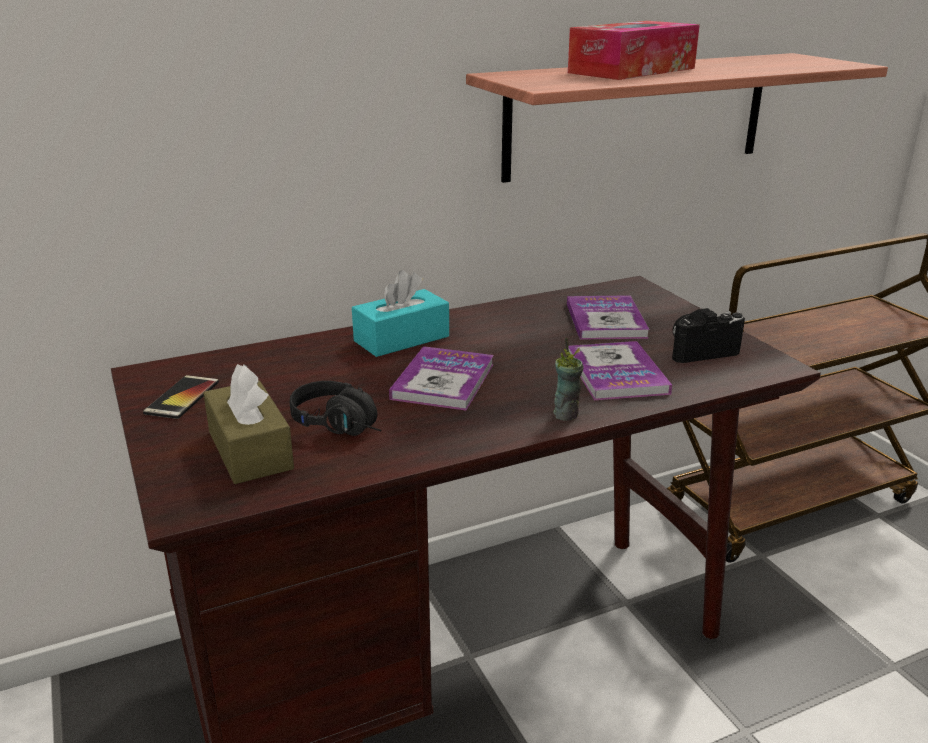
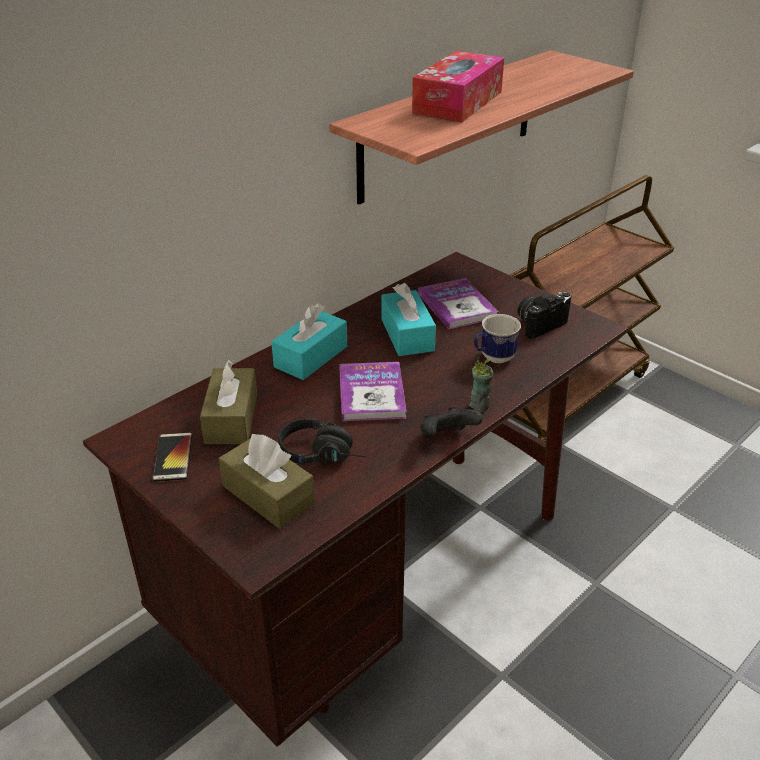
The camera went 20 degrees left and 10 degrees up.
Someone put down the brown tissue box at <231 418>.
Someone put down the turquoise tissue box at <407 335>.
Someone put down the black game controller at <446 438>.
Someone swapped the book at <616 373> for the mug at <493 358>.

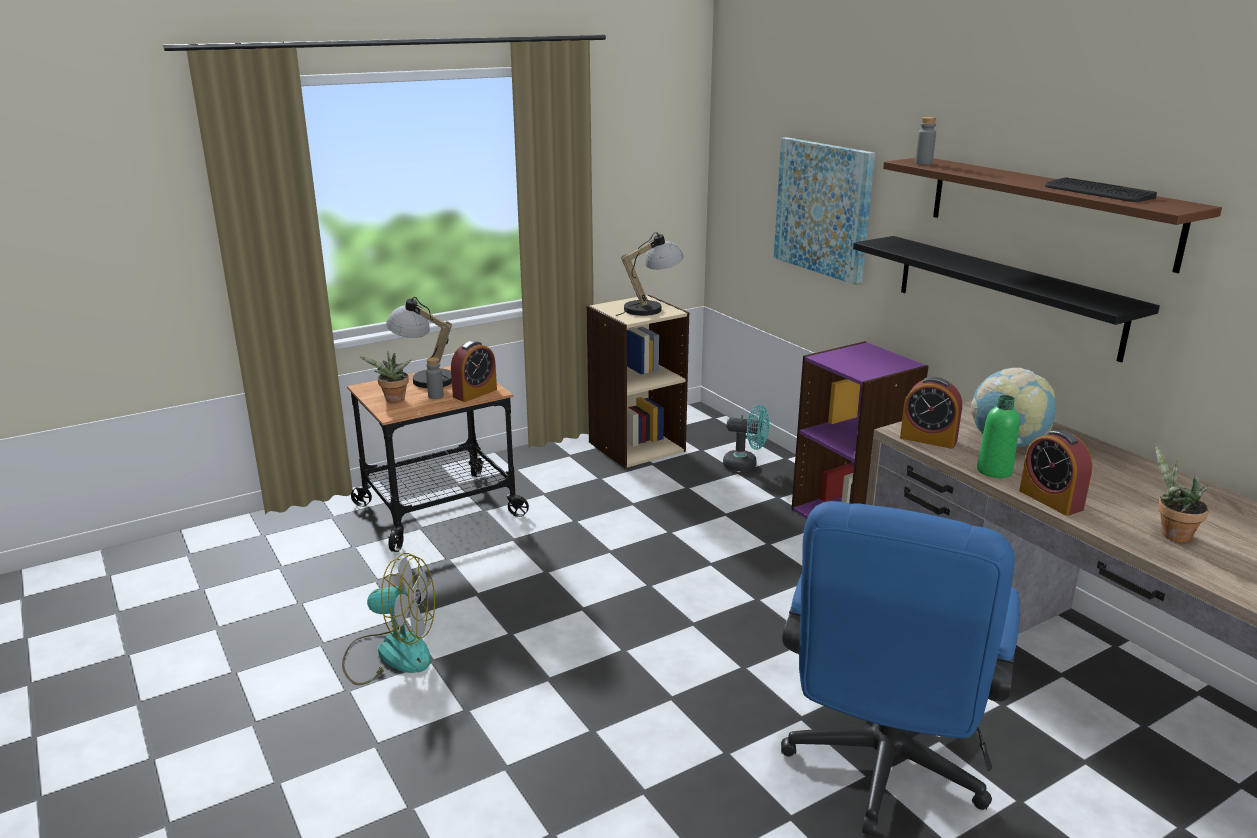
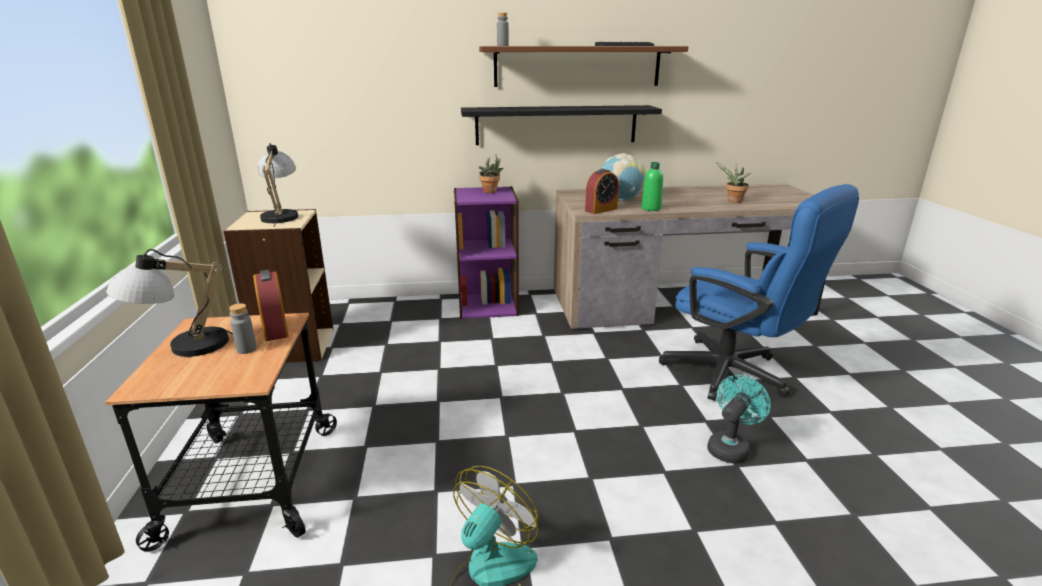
The camera went 65 degrees left and 0 degrees up.
Someone took away the picture at <823 208>.
Someone took away the alarm clock at <1051 500>.
Someone carried the potted plant from <393 400> to <491 191>.
Someone carried the turquoise fan from <745 465> to <730 447>.

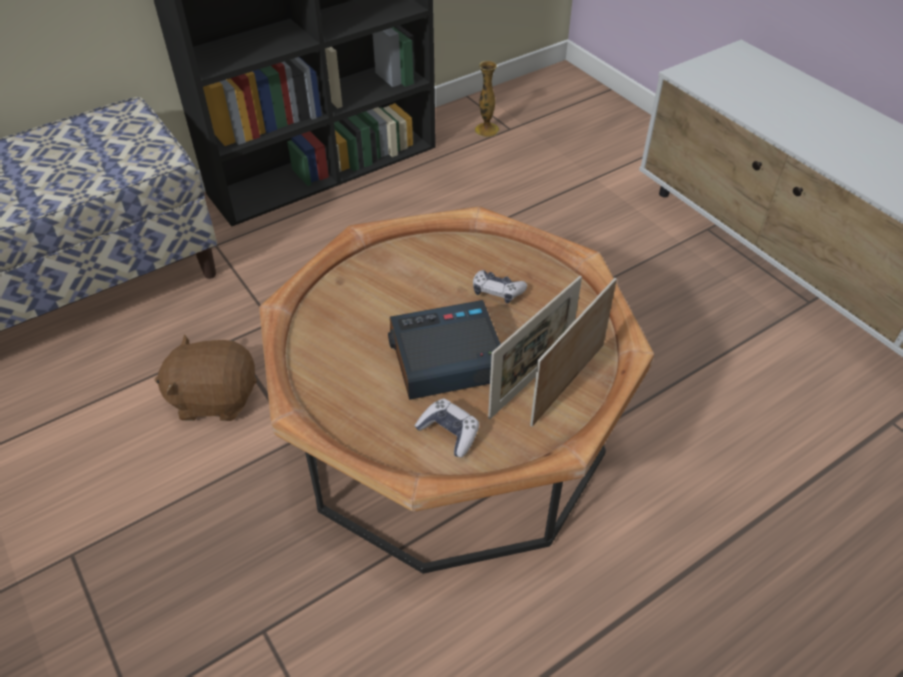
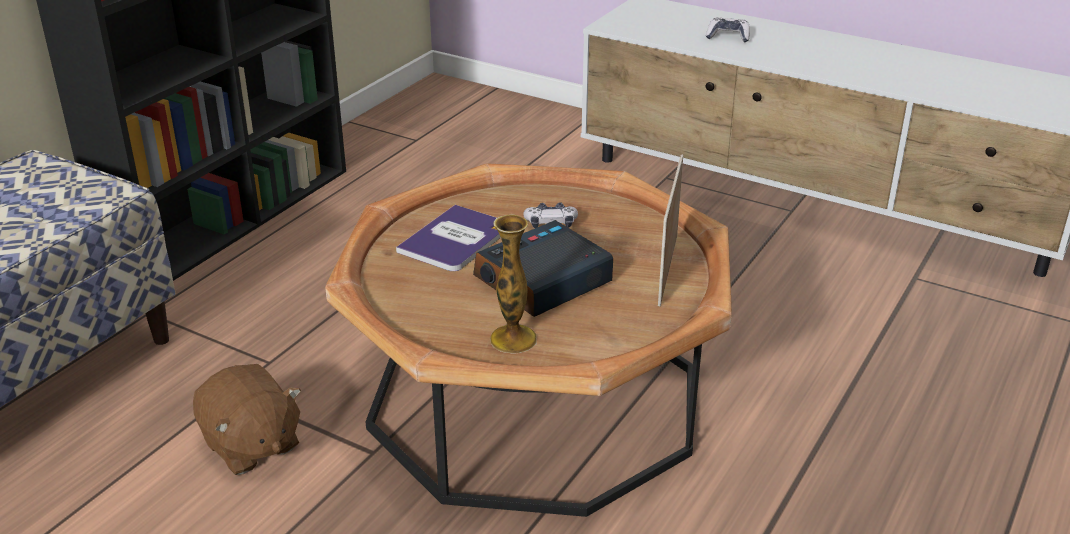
The camera went 25 degrees left and 15 degrees down.
Someone took away the picture frame at <531 379>.
Someone put down the book at <455 240>.
Someone carried the game controller from <449 432> to <728 36>.
Someone carried the vase from <486 130> to <513 339>.
Someone rotated the brown plush toy at <214 398> by 105 degrees counterclockwise.

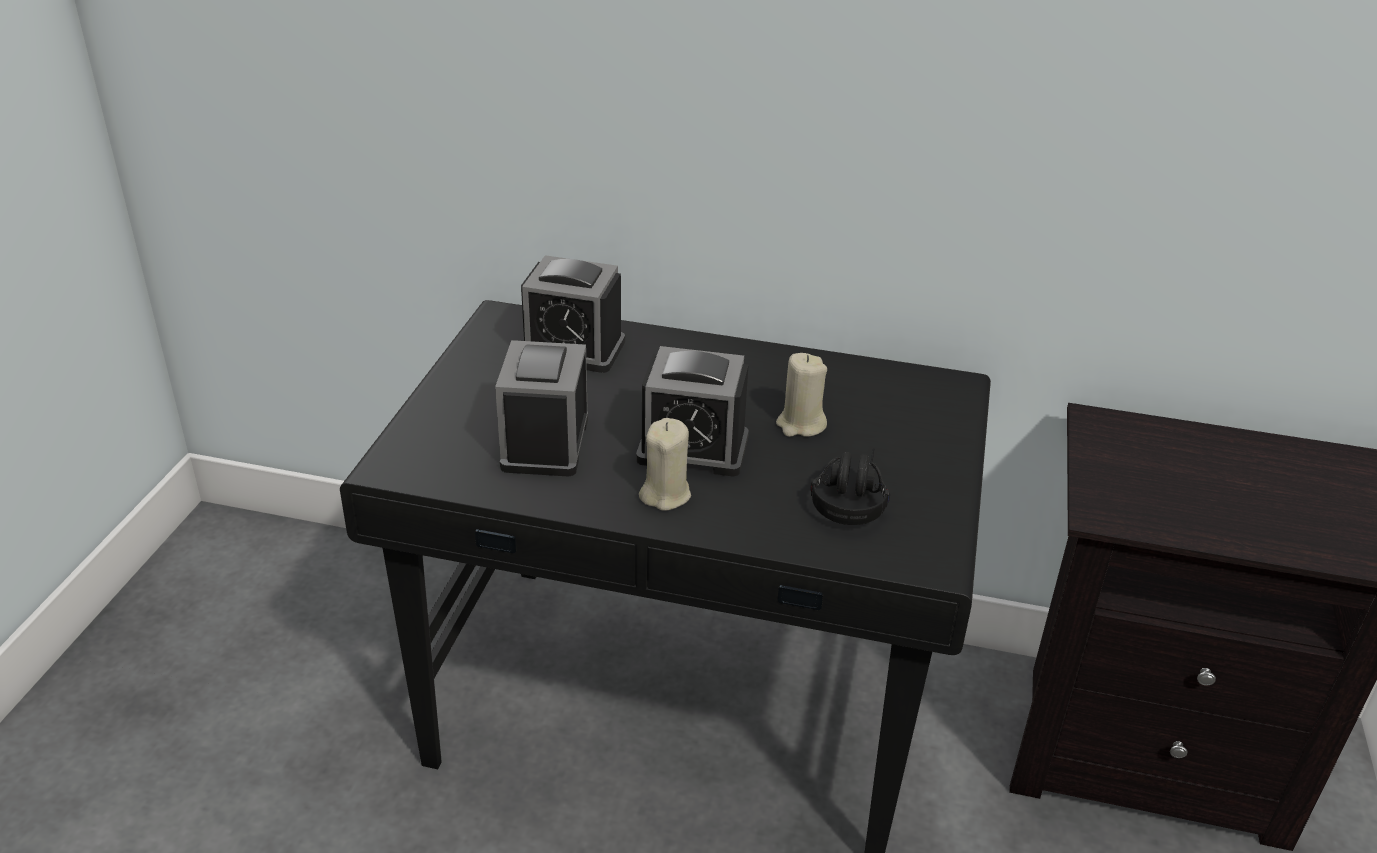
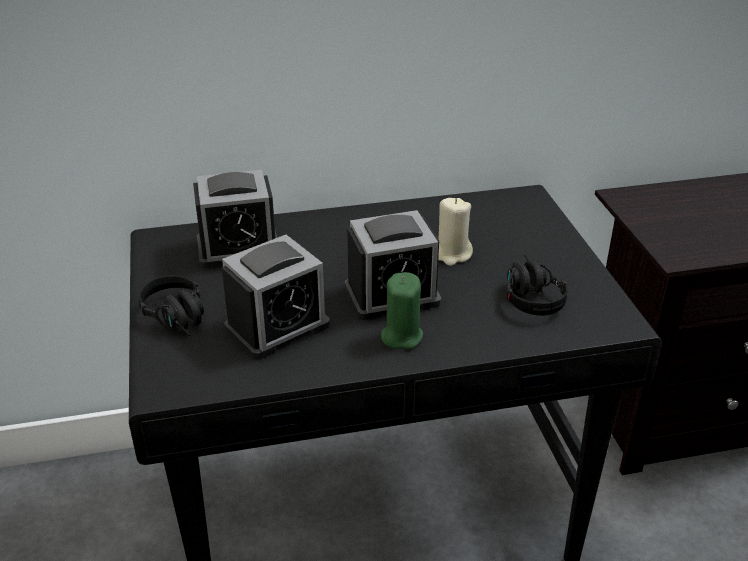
The camera went 25 degrees left and 0 degrees up.
Someone put down the black headphones at <180 319>.
Someone repainted the beige candle at <665 494>, which became the green candle at <401 336>.
Someone rotated the alarm clock at <545 443> by 105 degrees counterclockwise.

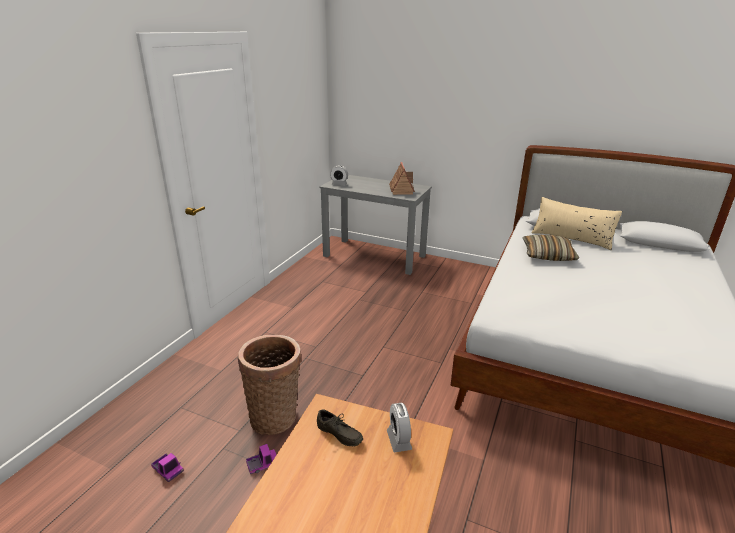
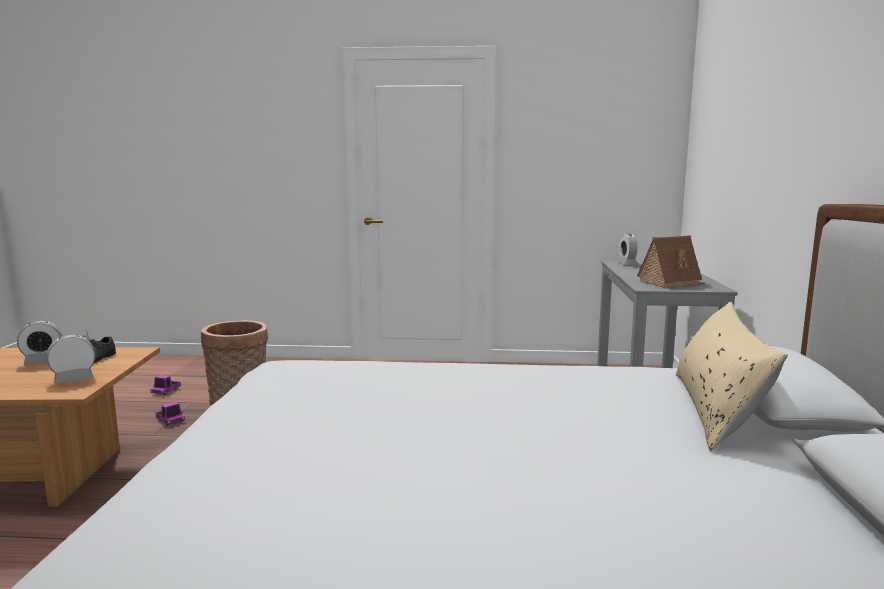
The camera went 70 degrees right and 15 degrees down.
Someone took away the pillow at <548 255>.
Someone put down the alarm clock at <43 362>.

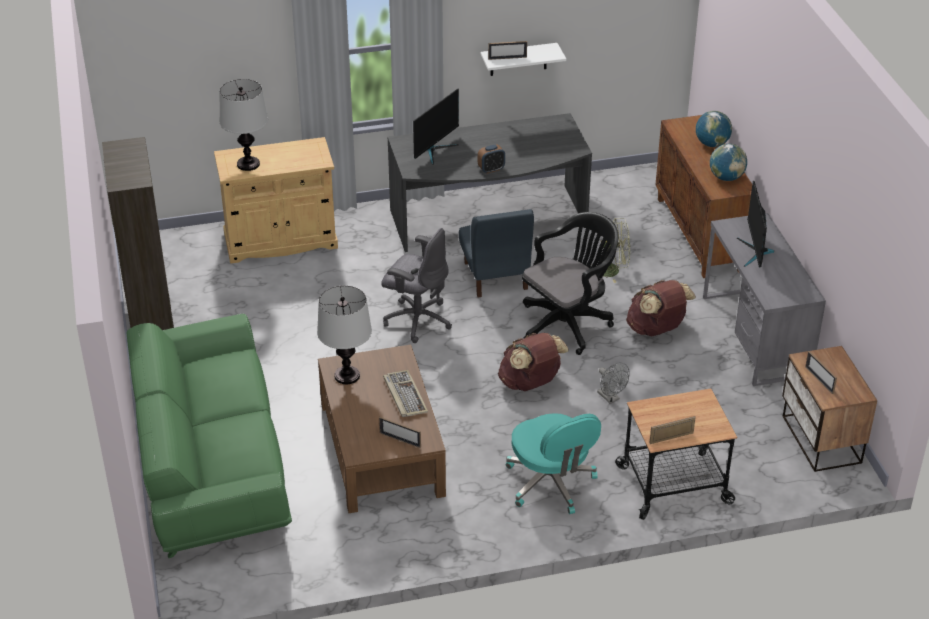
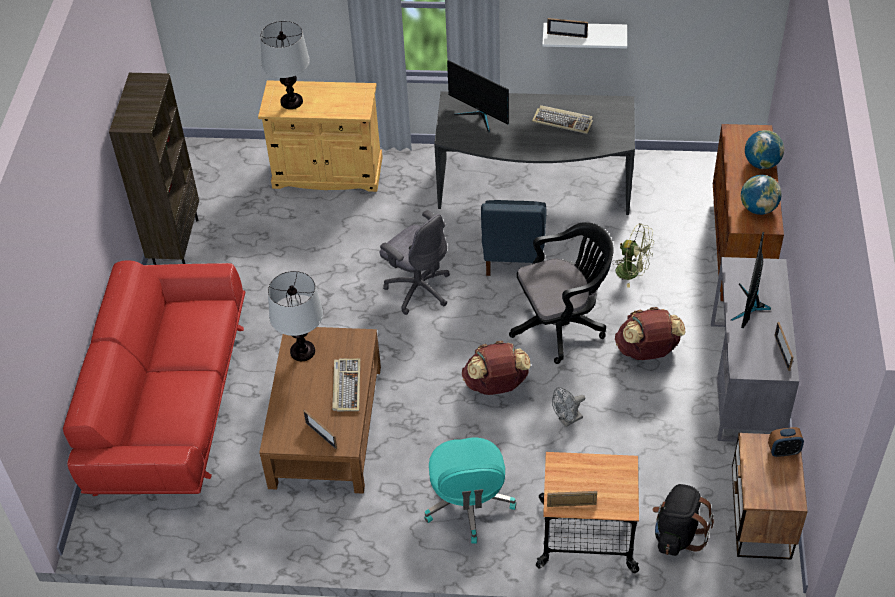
The camera went 20 degrees right and 10 degrees up.
Someone put down the keyboard at <563 121>.
Someone put down the black backpack at <677 534>.
Someone carried the alarm clock from <491 169> to <783 451>.
Someone carried the picture frame from <819 380> to <782 352>.
Someone repainted the green sofa at <211 462>, which became the red sofa at <169 402>.
Someone rotated the monitor at <435 150> by 75 degrees clockwise.
Someone rotated the grey fan at <610 398> by 75 degrees clockwise.

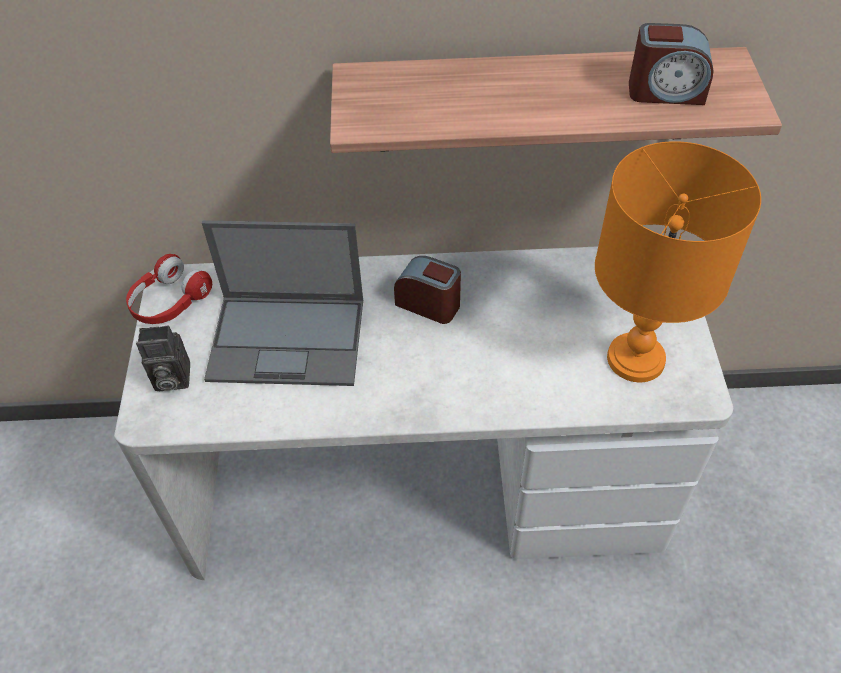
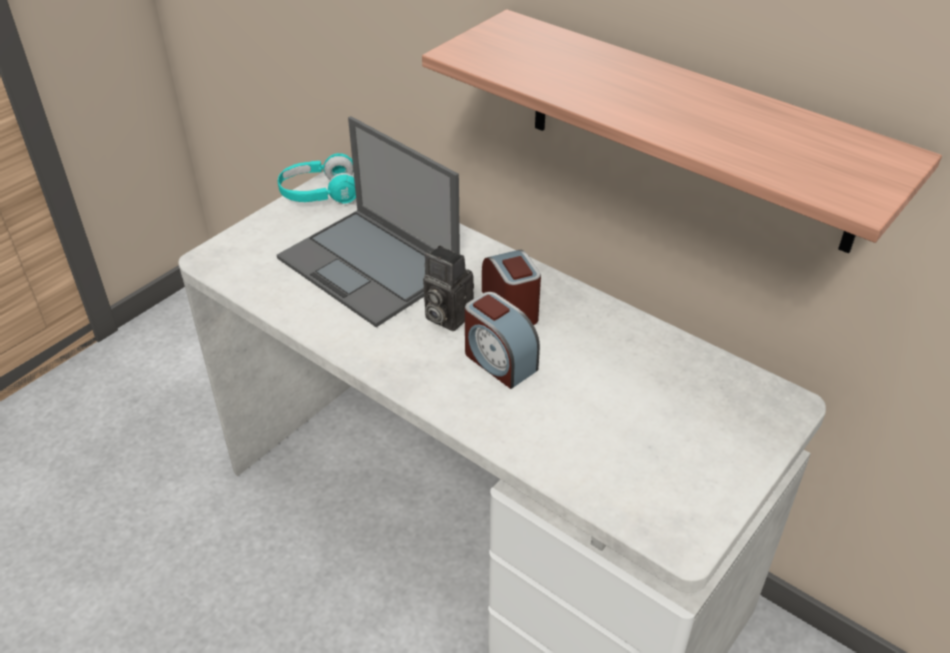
The camera went 40 degrees right and 10 degrees down.
Someone took away the orange table lamp at <636 360>.
Someone carried the photo camera from <170 379> to <445 316>.
Someone carried the alarm clock from <665 91> to <499 361>.
Someone repainted the red headphones at <169 302>, which became the turquoise headphones at <319 194>.

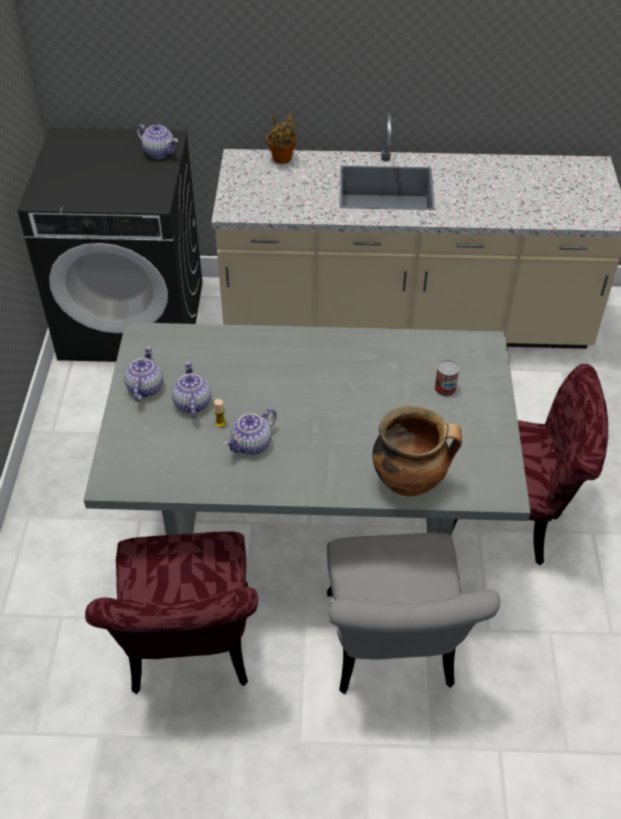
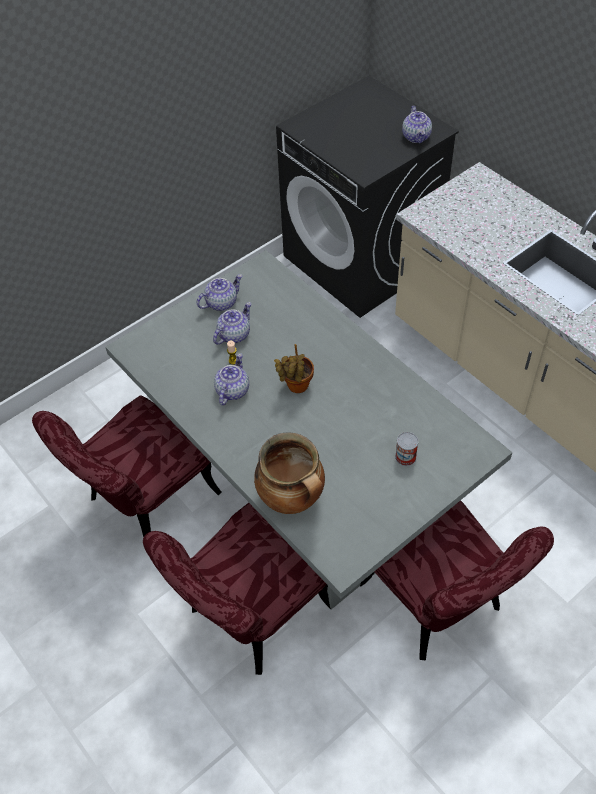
The camera went 50 degrees right and 5 degrees up.
Someone carried the potted plant from <282 160> to <296 387>.
Someone repainted the grey chair at <392 653>, which became the red chair at <249 617>.
Someone rotated the teapot at <251 445> by 105 degrees clockwise.

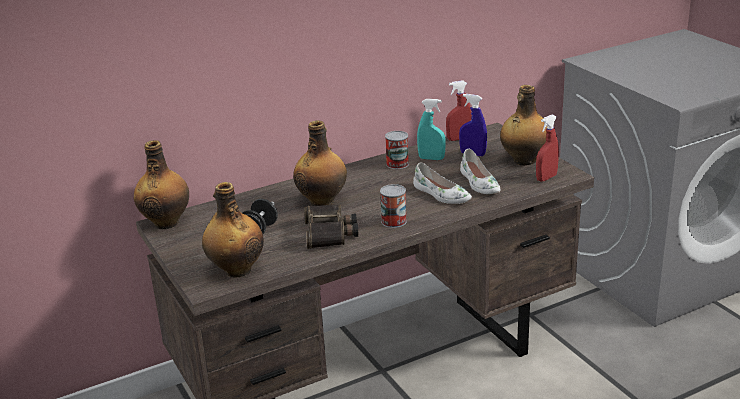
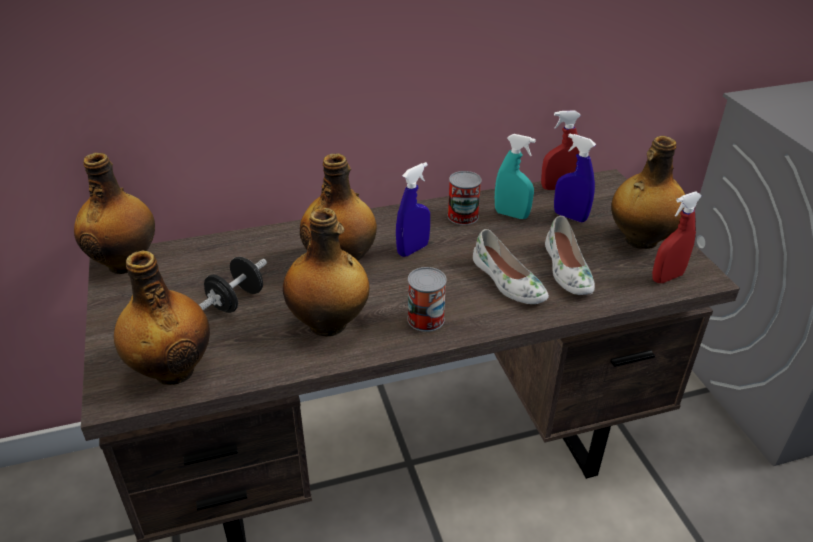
The camera went 10 degrees right and 10 degrees up.
Someone put down the blue spray bottle at <413 249>.
Someone swapped the binoculars at <330 233> for the bottle at <329 324>.

